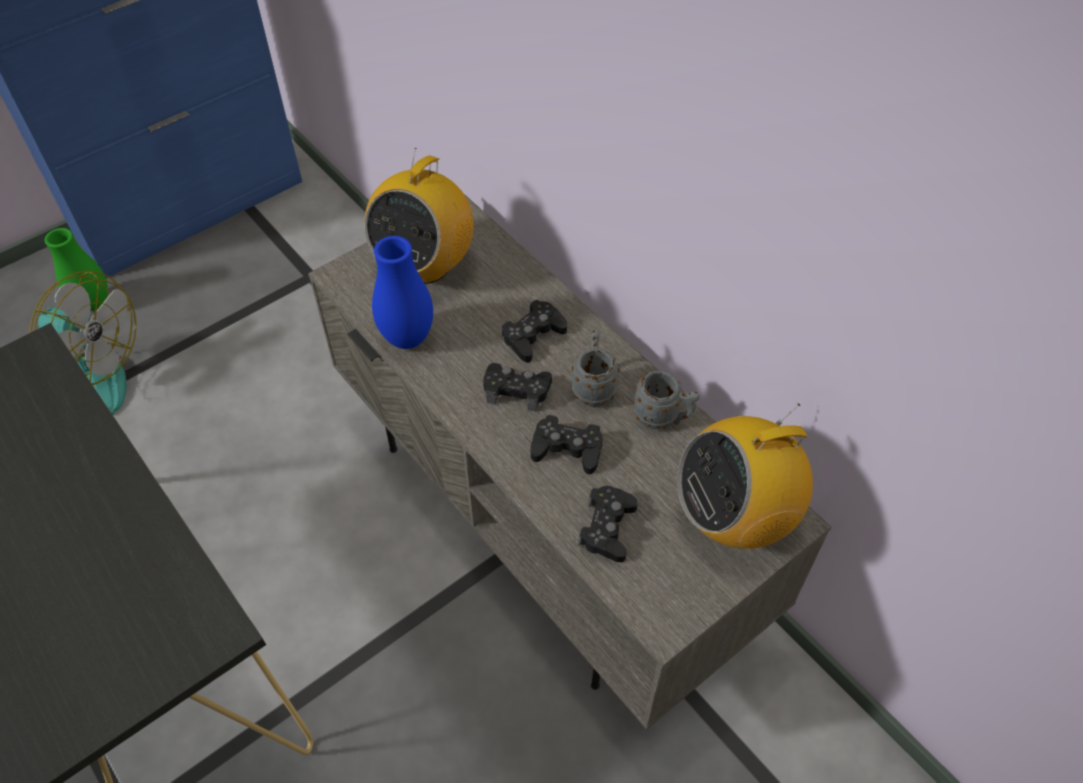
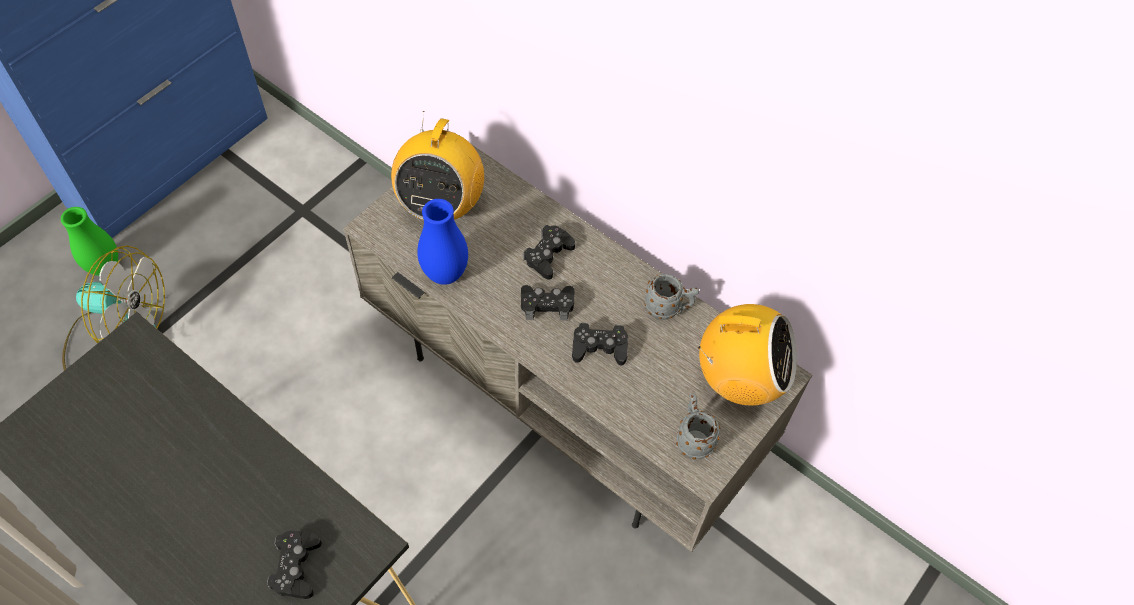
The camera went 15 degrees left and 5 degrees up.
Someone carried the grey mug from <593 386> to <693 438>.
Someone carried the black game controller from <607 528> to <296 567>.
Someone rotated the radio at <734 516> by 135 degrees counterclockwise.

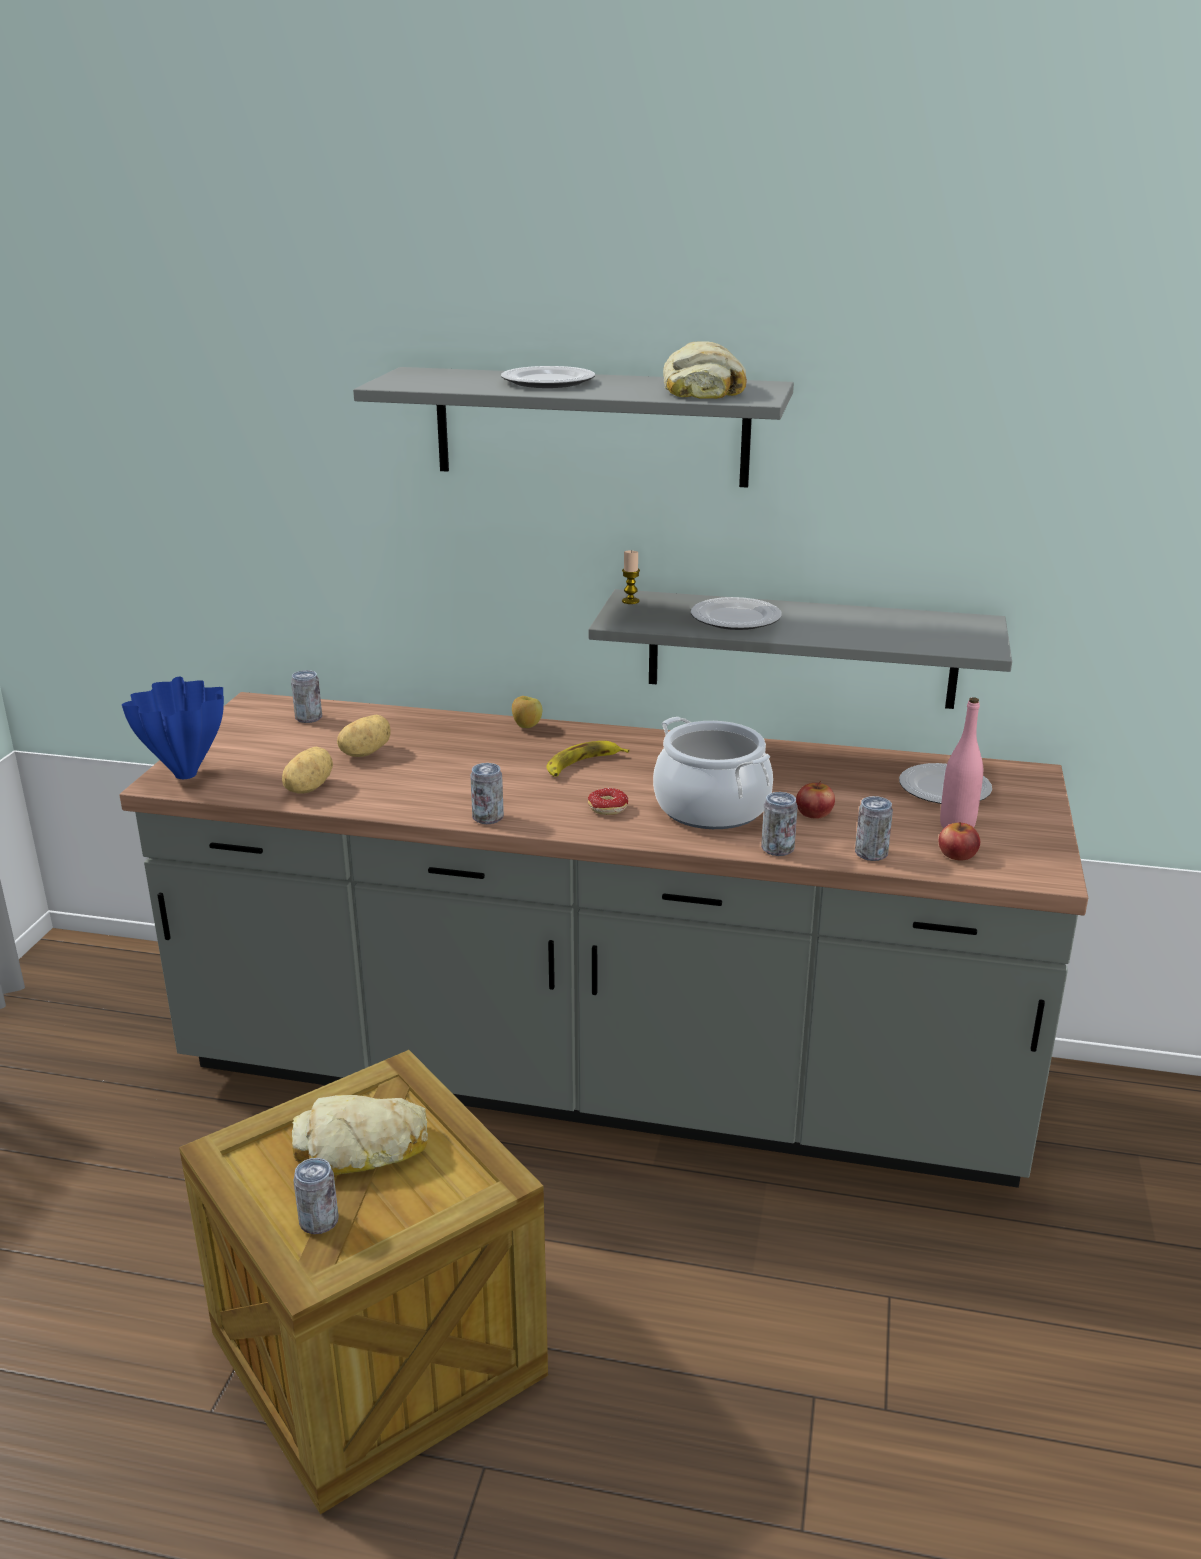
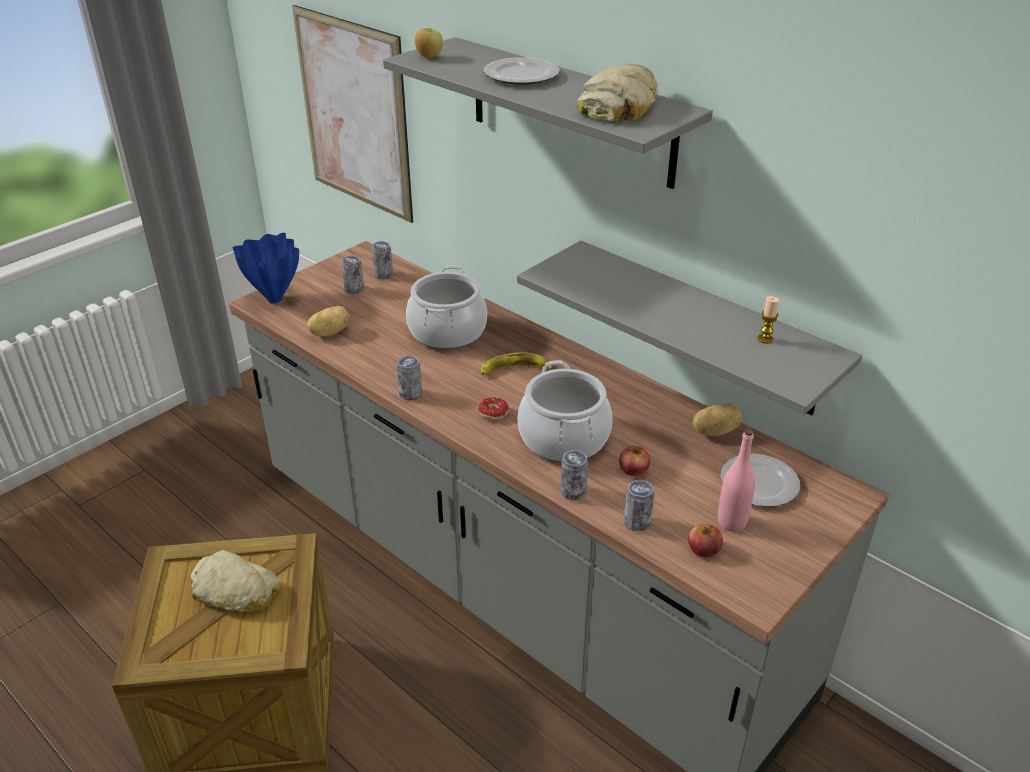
The camera went 30 degrees right and 10 degrees up.
Someone took away the plate at <734 618>.
Someone put up the picture at <354 114>.
Someone put down the cooking pot at <448 332>.
Someone carried the can from <319 1221> to <354 289>.
Someone carried the potato from <364 752> to <714 431>.
Someone carried the apple from <526 726> to <429 57>.
Someone carried the candle from <630 601> to <765 339>.

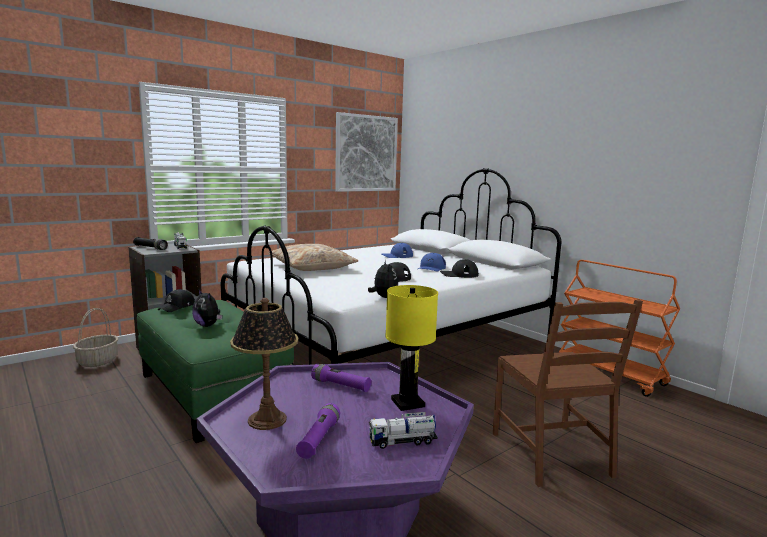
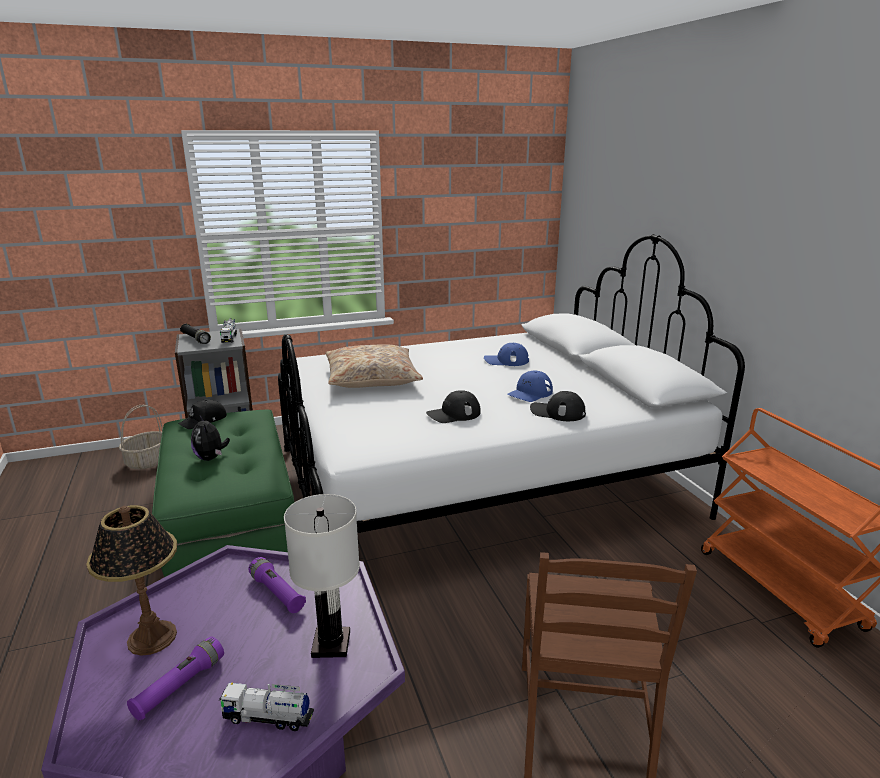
The camera went 20 degrees right and 10 degrees up.
Someone took away the picture at <366 153>.
Someone took away the plush toy at <383 297>.
Someone repainted the yellow table lamp at <407 403>, which became the white table lamp at <330 644>.

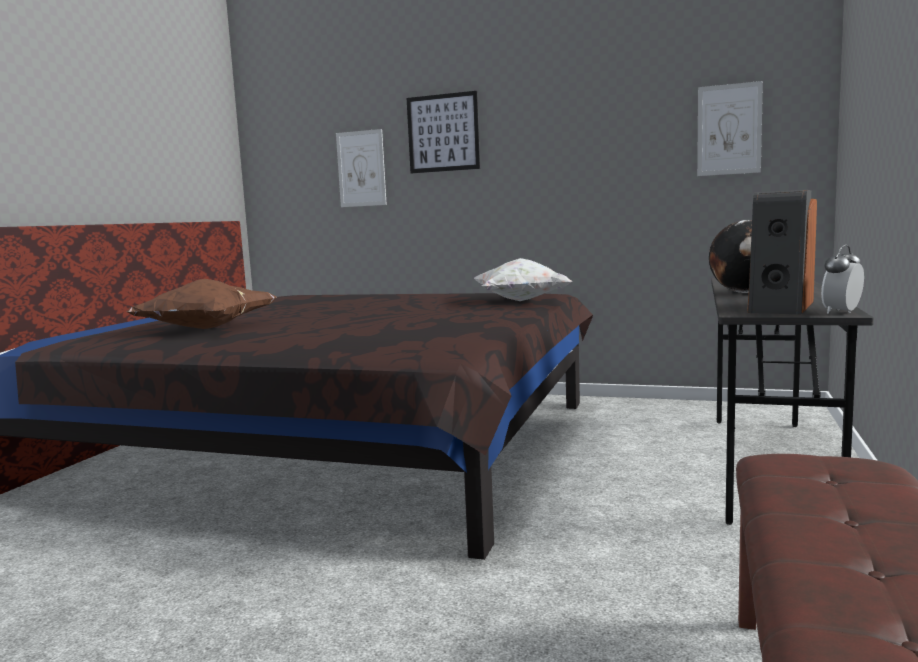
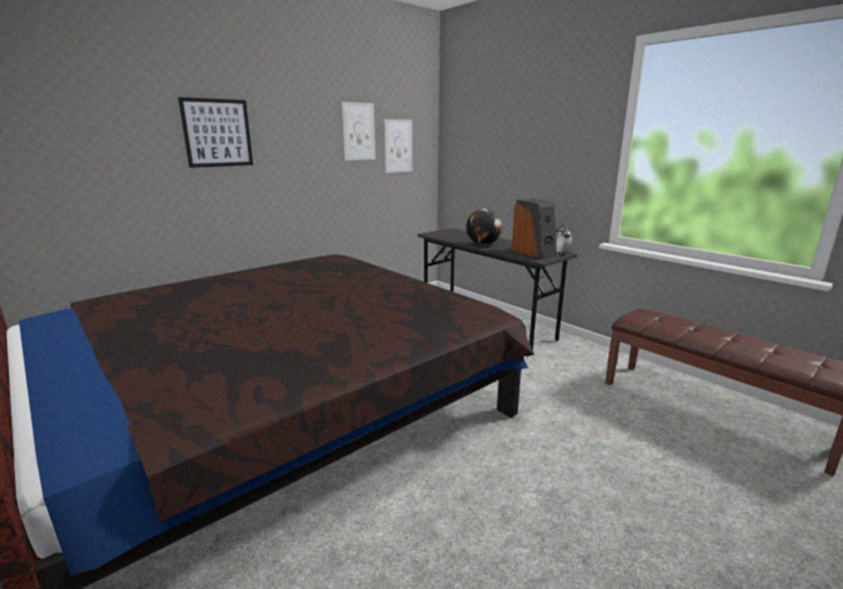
The camera went 60 degrees left and 10 degrees up.
Someone took away the brown pillow at <207 328>.
Someone took away the white pillow at <521 301>.
Someone carried the picture from <361 168> to <358 131>.

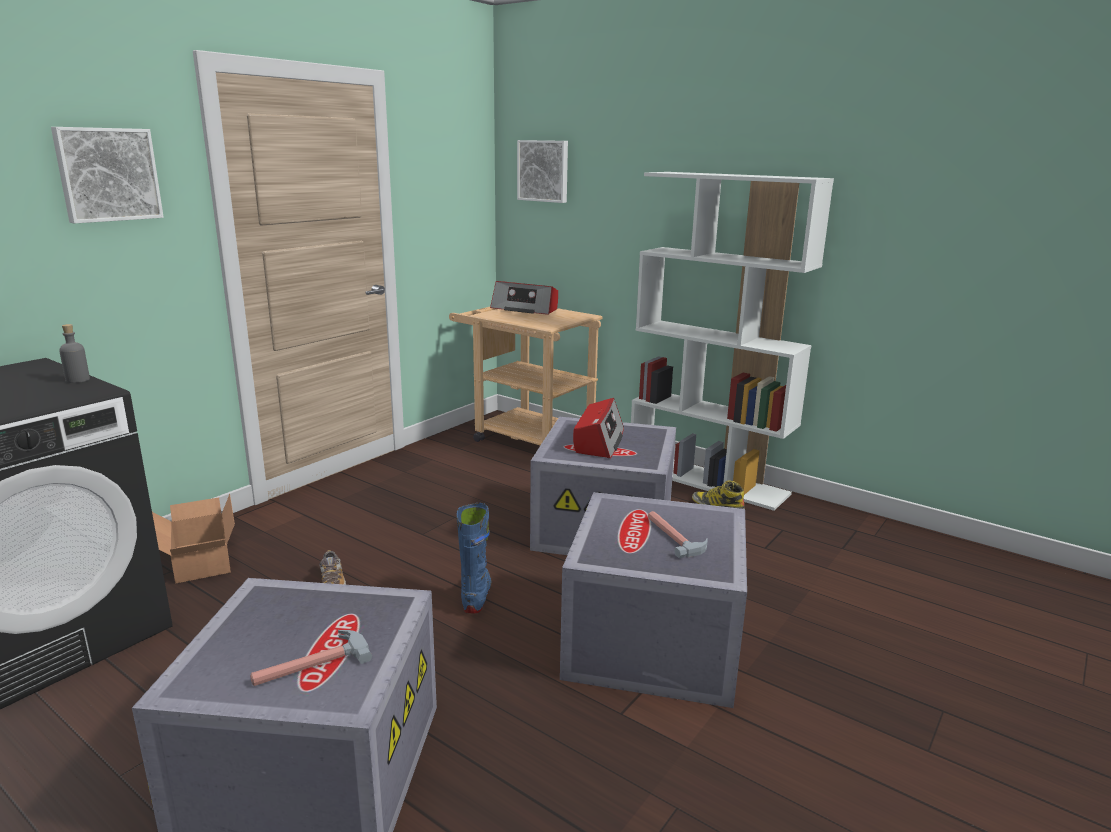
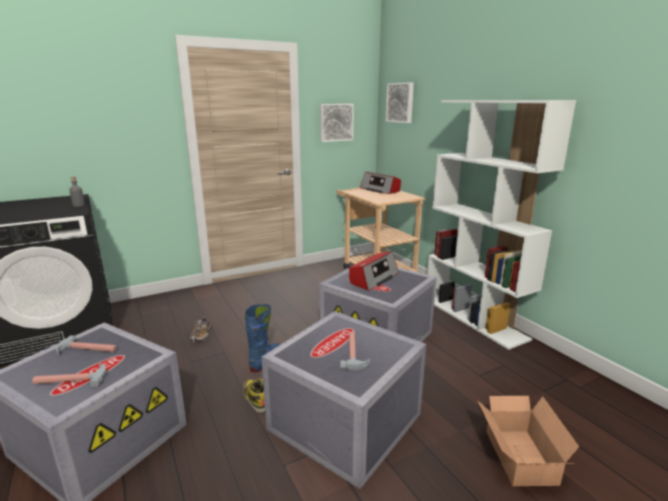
The camera went 25 degrees right and 0 degrees up.
Someone put down the hammer at <87 350>.
Someone carried the picture from <108 174> to <335 122>.
Someone carried the cardboard box from <198 561> to <518 458>.
Someone carried the boot from <717 506> to <255 398>.

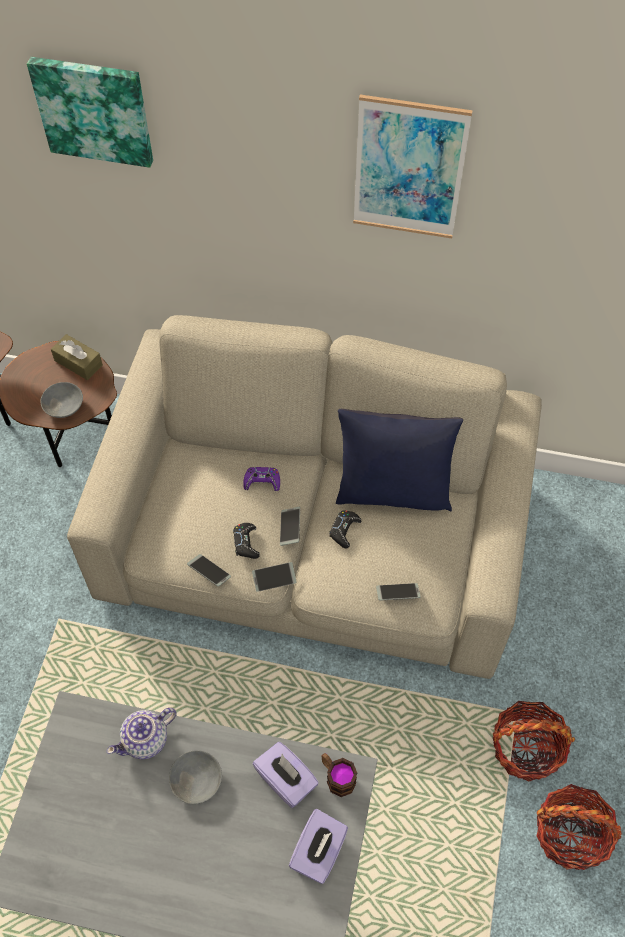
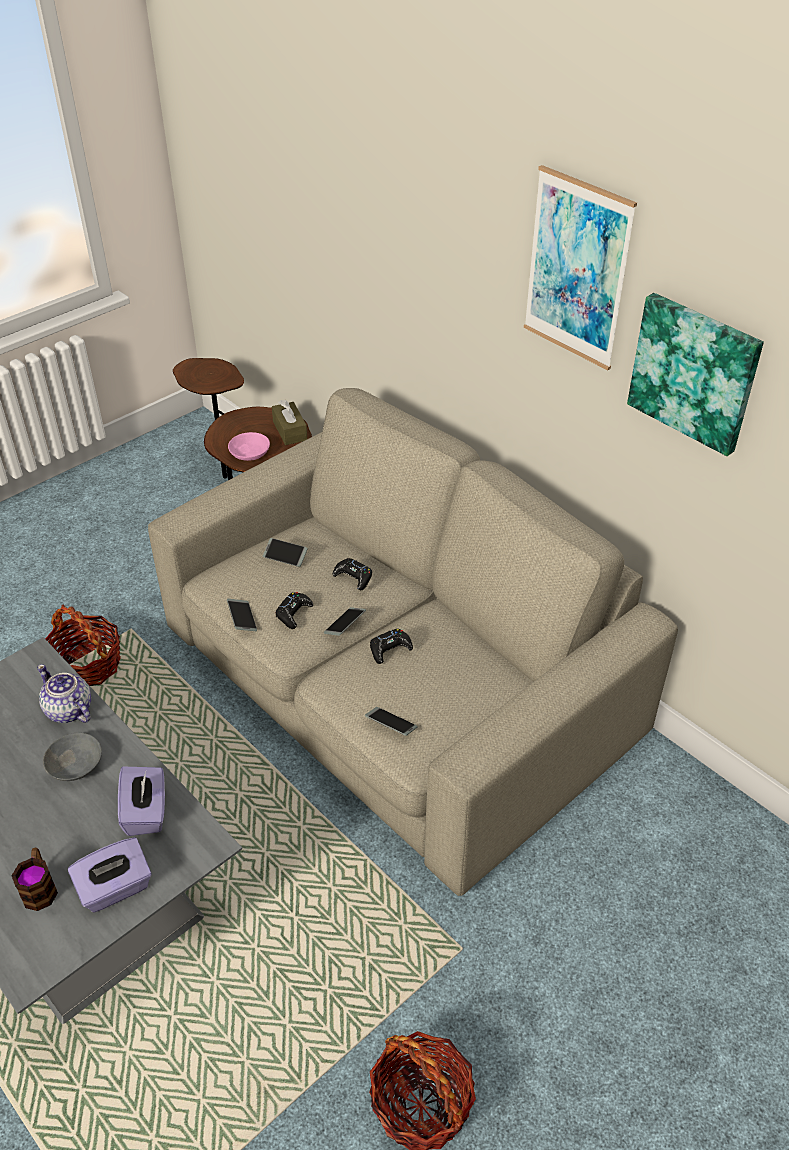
The camera went 35 degrees right and 15 degrees down.
Someone took away the blue pillow at <392 491>.
Someone carried the picture from <94 110> to <695 372>.
Someone carried the phone from <274 579> to <285 556>.
Someone carried the mug from <336 777> to <40 887>.
Someone carried the basket from <526 748> to <87 665>.
Someone repainted the grey bowl at <63 405>, which became the pink bowl at <249 453>.
Someone repainted the purple game controller at <262 481>, which became the black game controller at <353 577>.
Someone rotated the teapot at <146 740> by 45 degrees clockwise.

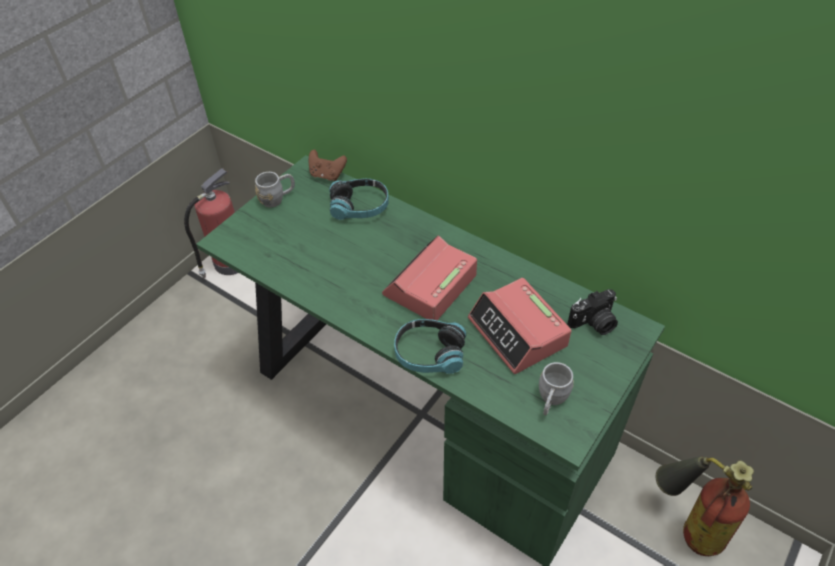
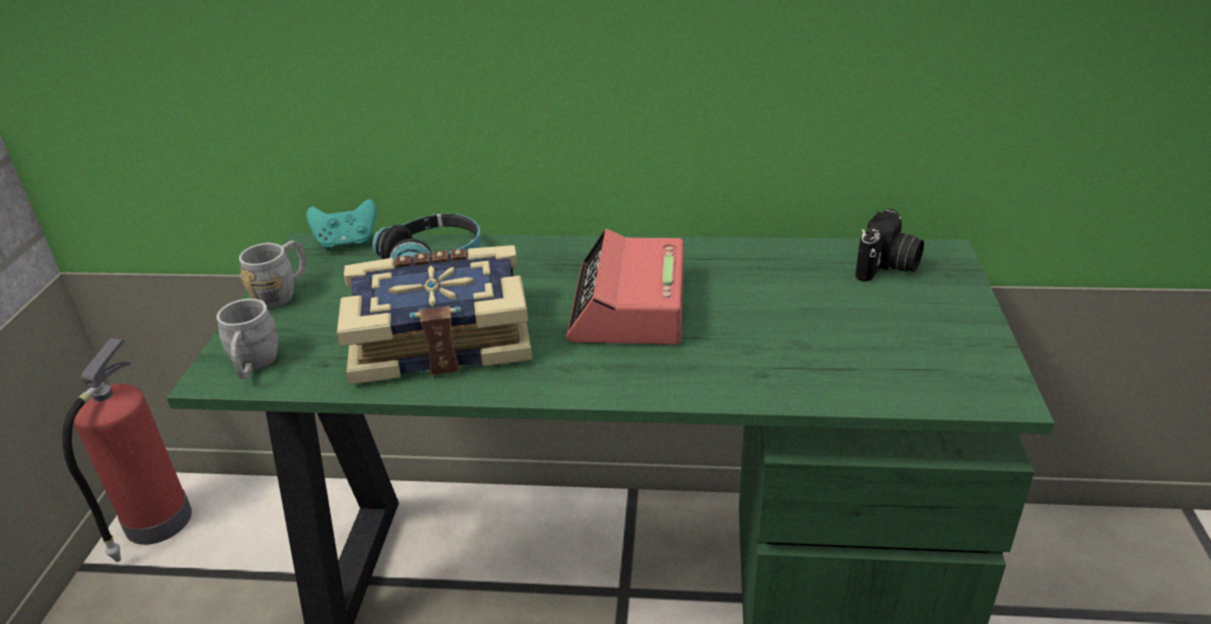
The camera went 30 degrees left and 15 degrees down.
Someone took away the headphones at <429 354>.
Someone took away the alarm clock at <518 333>.
Someone took away the fire extinguisher at <686 526>.
Someone put down the book at <440 336>.
Someone carried the grey mug from <551 400> to <253 366>.
Someone repainted the brown game controller at <327 175>, which became the turquoise game controller at <347 242>.

